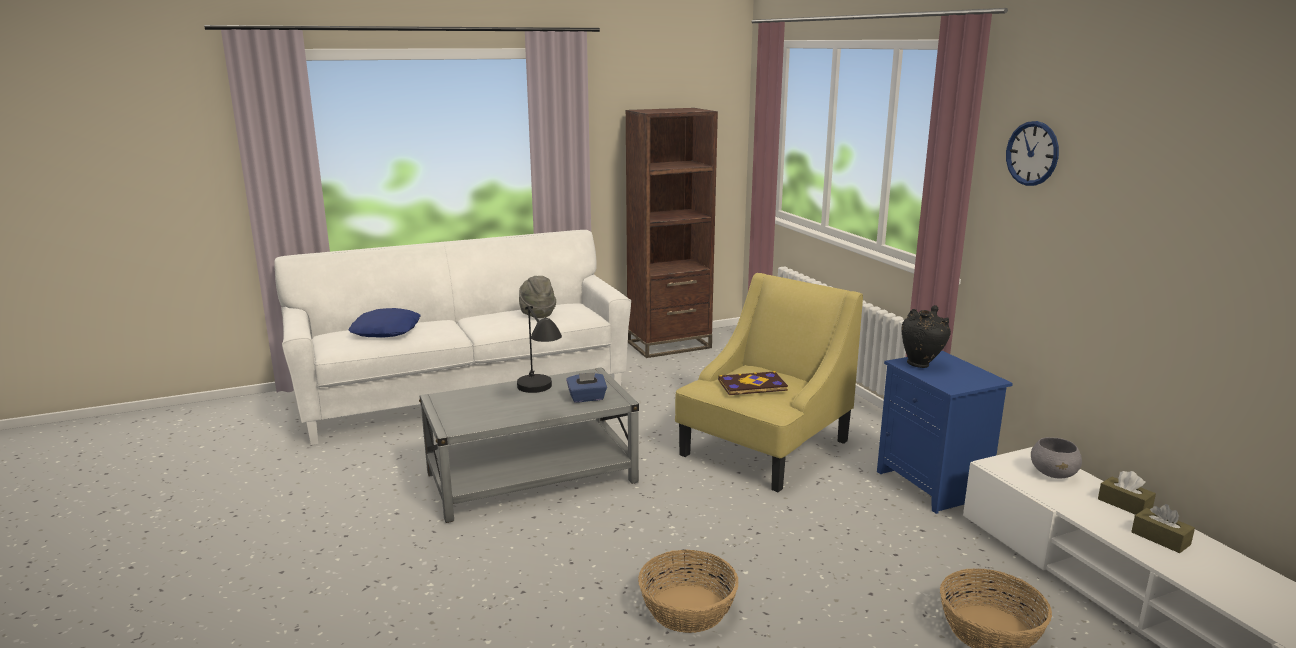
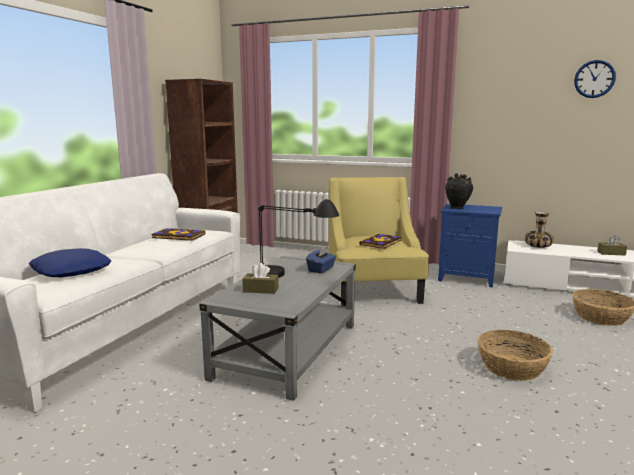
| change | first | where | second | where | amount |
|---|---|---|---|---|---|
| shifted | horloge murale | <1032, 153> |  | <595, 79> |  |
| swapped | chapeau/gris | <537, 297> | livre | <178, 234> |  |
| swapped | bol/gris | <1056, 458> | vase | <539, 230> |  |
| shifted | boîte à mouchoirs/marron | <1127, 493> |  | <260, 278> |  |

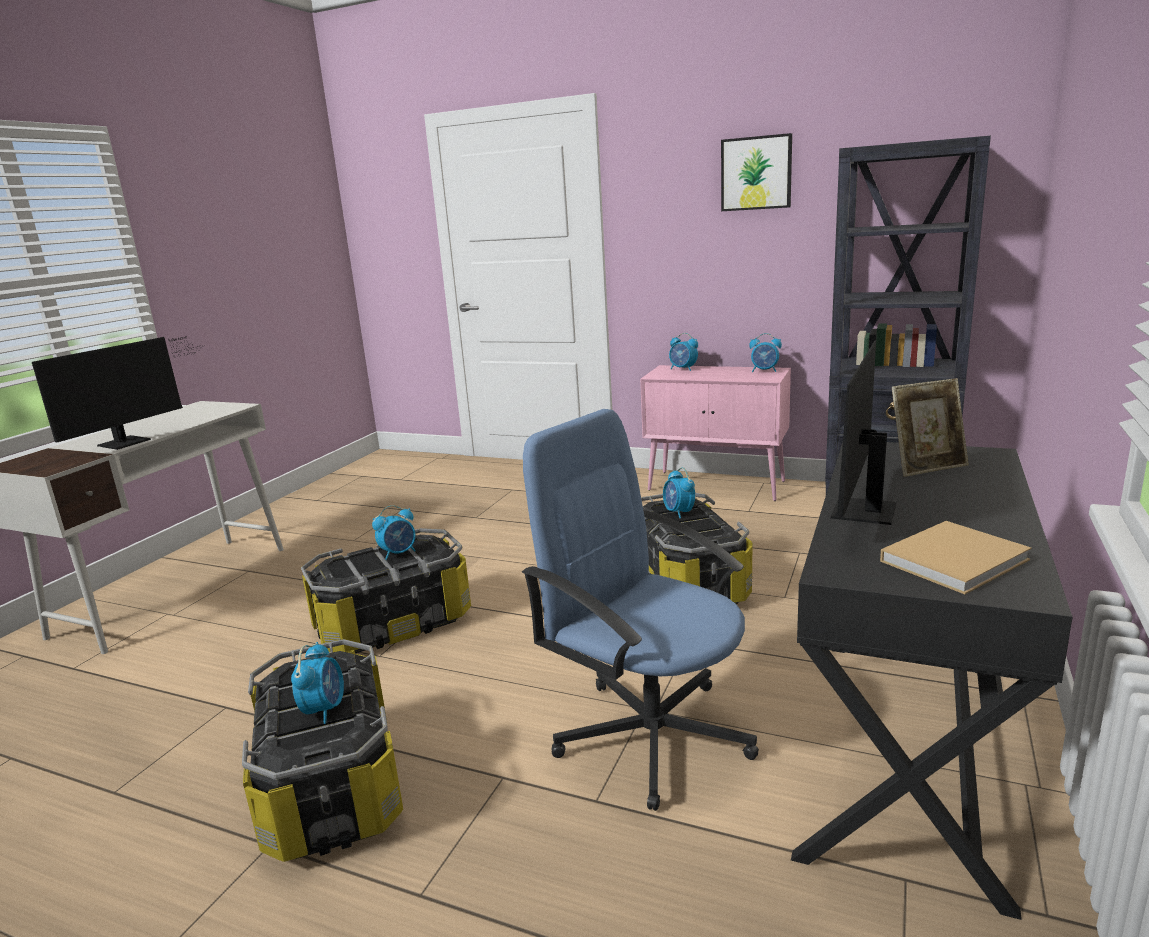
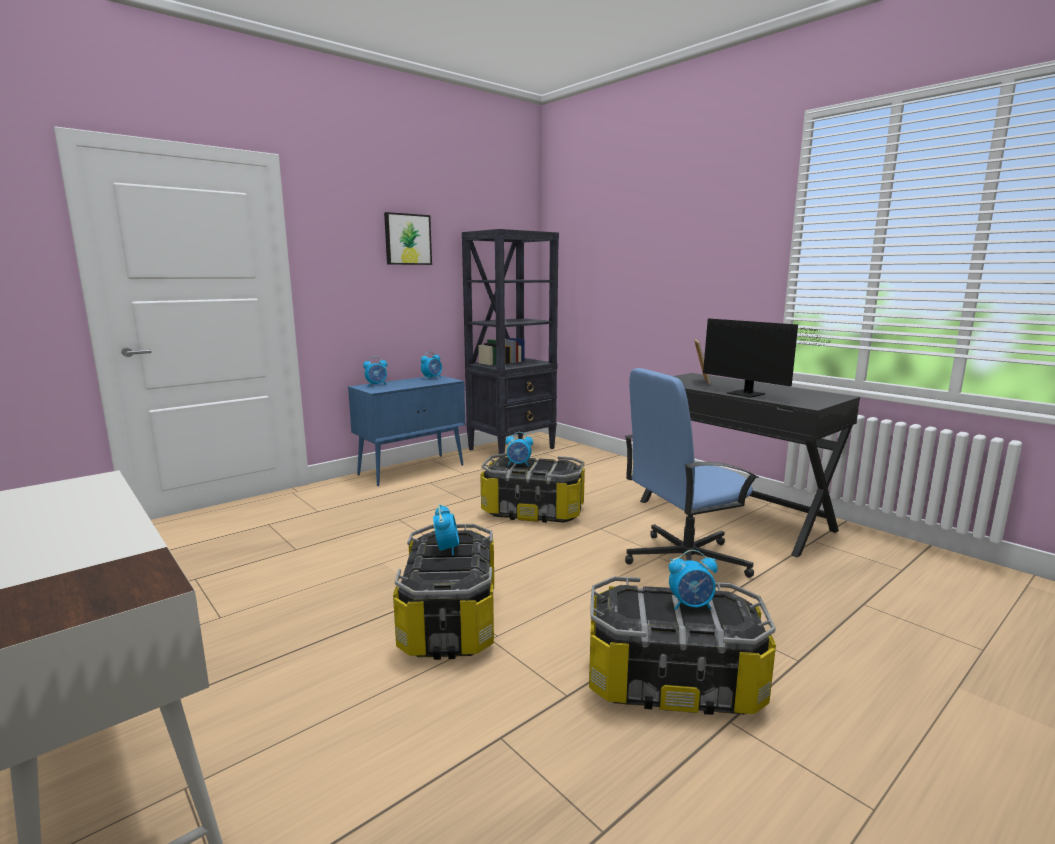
| change | first | where | second | where | amount |
|---|---|---|---|---|---|
| gone | écran d'ordinateur | <118, 393> |  |  |  |
| repainted | meuble de rangement/rose | <715, 433> | meuble de rangement/bleu | <406, 430> |  |
| gone | livre/beige | <956, 557> |  |  |  |
| rotated | réveil | <317, 683> |  | <693, 580> | 150 degrees clockwise |

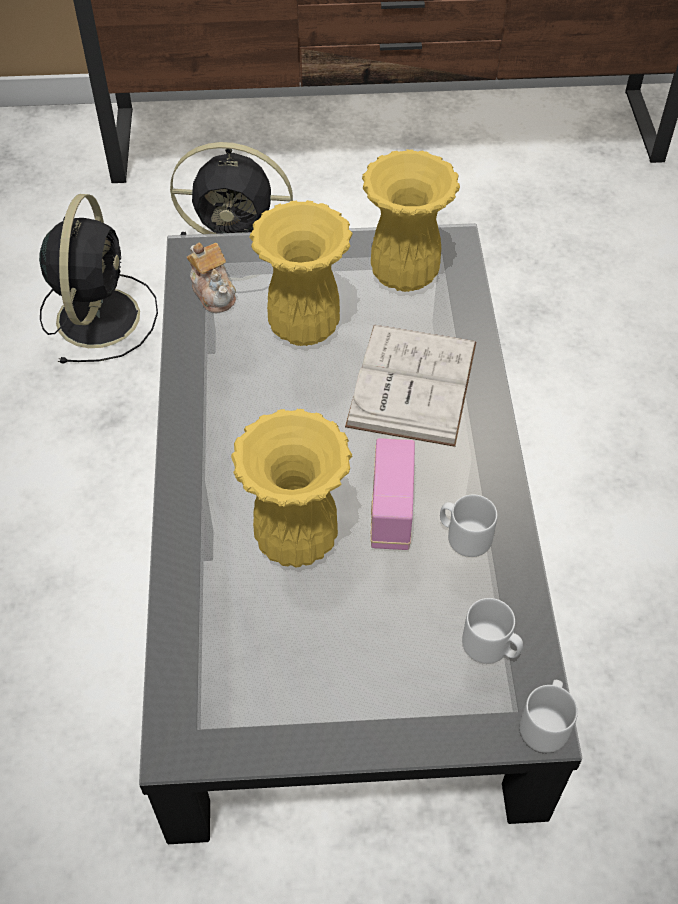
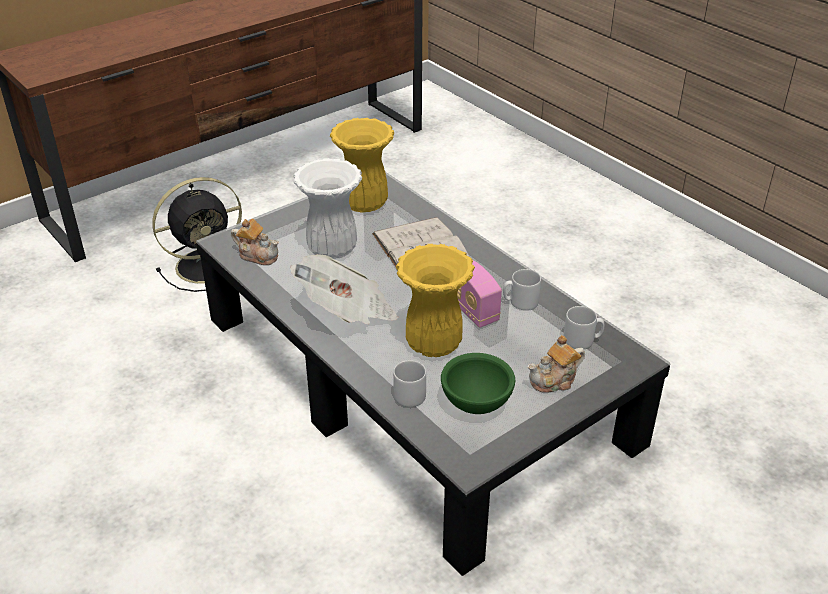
| change | first | where | second | where | amount |
|---|---|---|---|---|---|
| gone | ventilateur/noir | <98, 279> |  |  |  |
| repainted | vase/jaune | <301, 273> | vase/blanc | <327, 208> |  |
| shifted | mug/gris | <549, 716> |  | <409, 383> |  |
| new |  |  | journal | <344, 289> |  |
| new |  |  | théière | <556, 363> |  |
| new |  |  | bol/vert | <478, 383> |  |

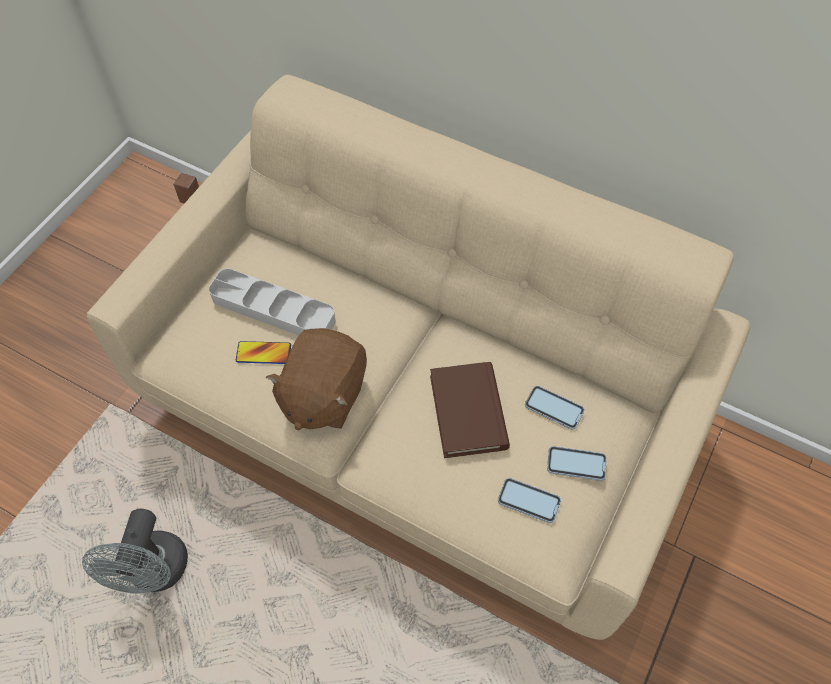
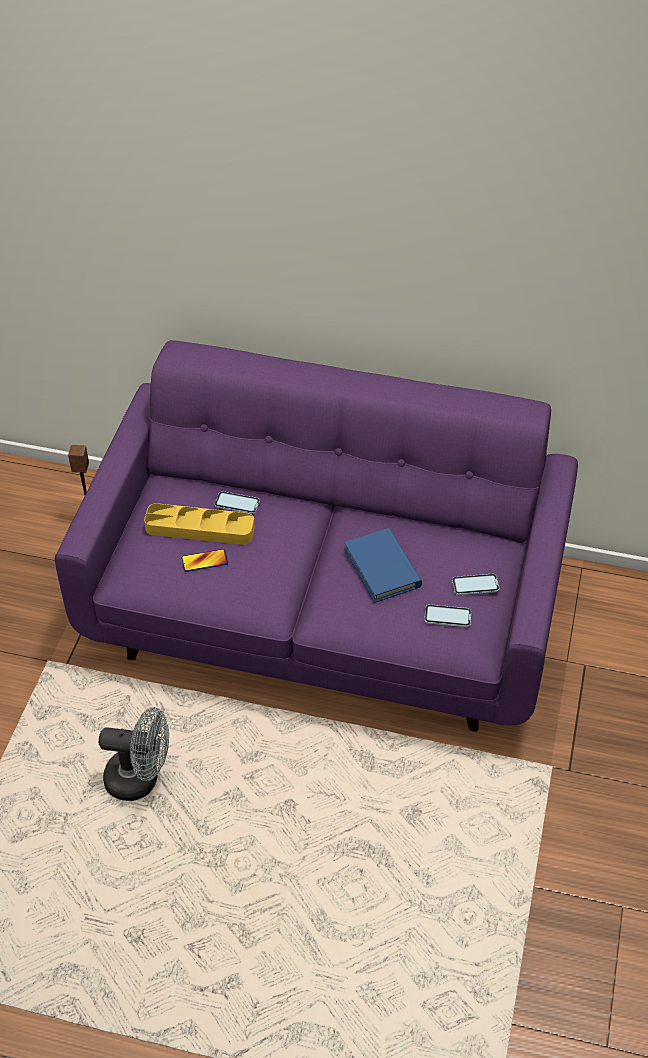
| change | first | where | second | where | amount |
|---|---|---|---|---|---|
| repainted | canapé/beige | <418, 357> | canapé/violet | <316, 536> |  |
| repainted | plateau/gris | <272, 302> | plateau/jaune | <199, 524> |  |
| gone | peluche/marron | <316, 379> |  |  |  |
| repainted | livre/marron | <470, 410> | livre/bleu | <383, 565> |  |
| shifted | téléphone | <554, 408> |  | <237, 502> |  |
| rotated | ventilateur/gris | <135, 551> |  | <134, 754> | 75 degrees counterclockwise |

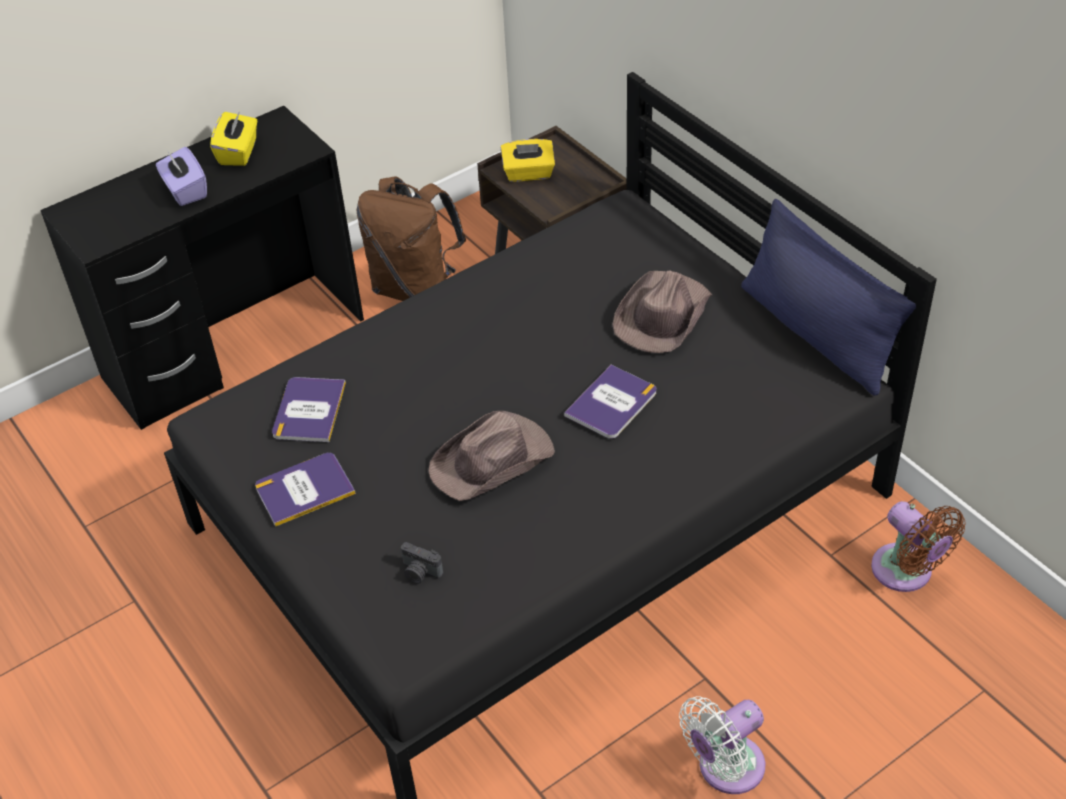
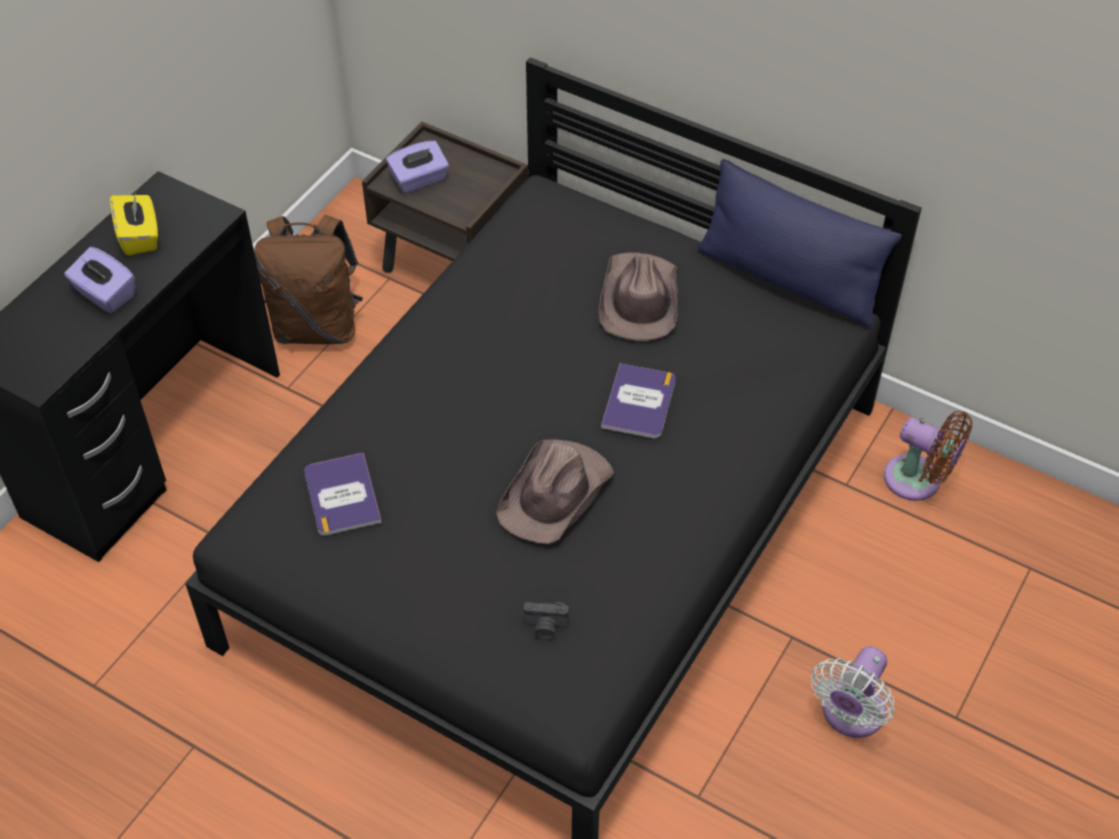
| change | first | where | second | where | amount |
|---|---|---|---|---|---|
| repainted | boîte à mouchoirs/jaune | <528, 160> | boîte à mouchoirs/violet | <417, 167> |  |
| gone | livre | <305, 490> |  |  |  |

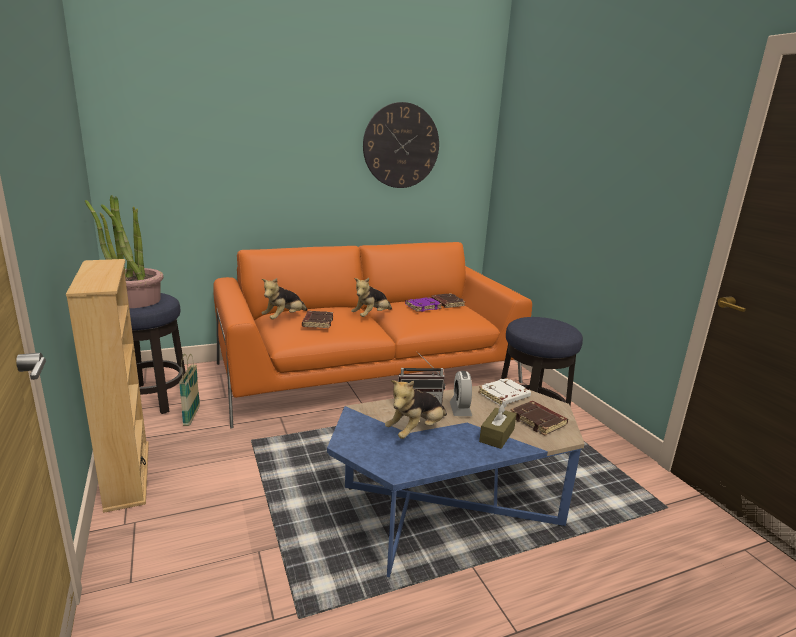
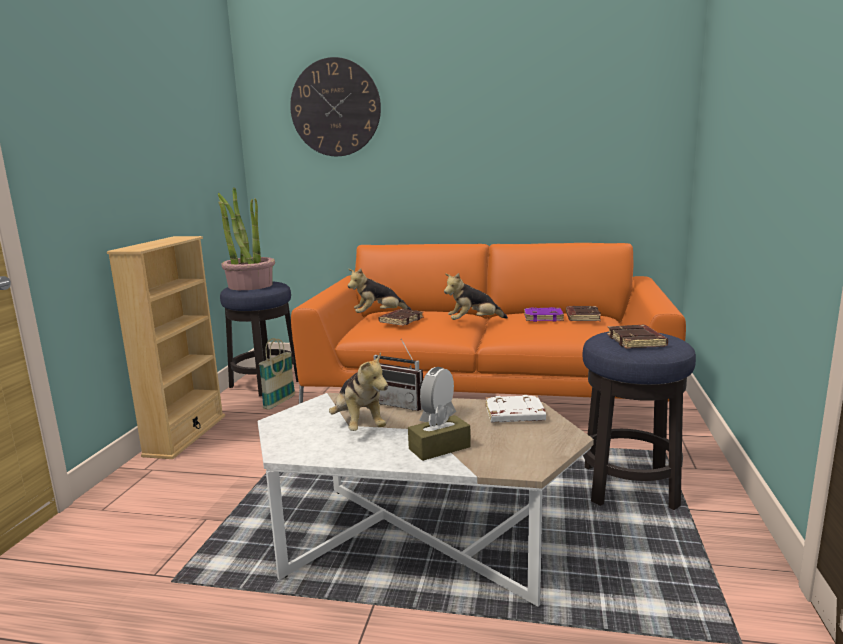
| change | first | where | second | where | amount |
|---|---|---|---|---|---|
| shifted | horloge murale | <401, 145> |  | <335, 106> |  |
| rotated | peluche | <416, 409> |  | <358, 391> | 105 degrees counterclockwise |
| repainted | table basse/bleu | <456, 481> | table basse/blanc | <426, 500> |  |
| shifted | livre/marron | <539, 418> |  | <637, 337> |  |

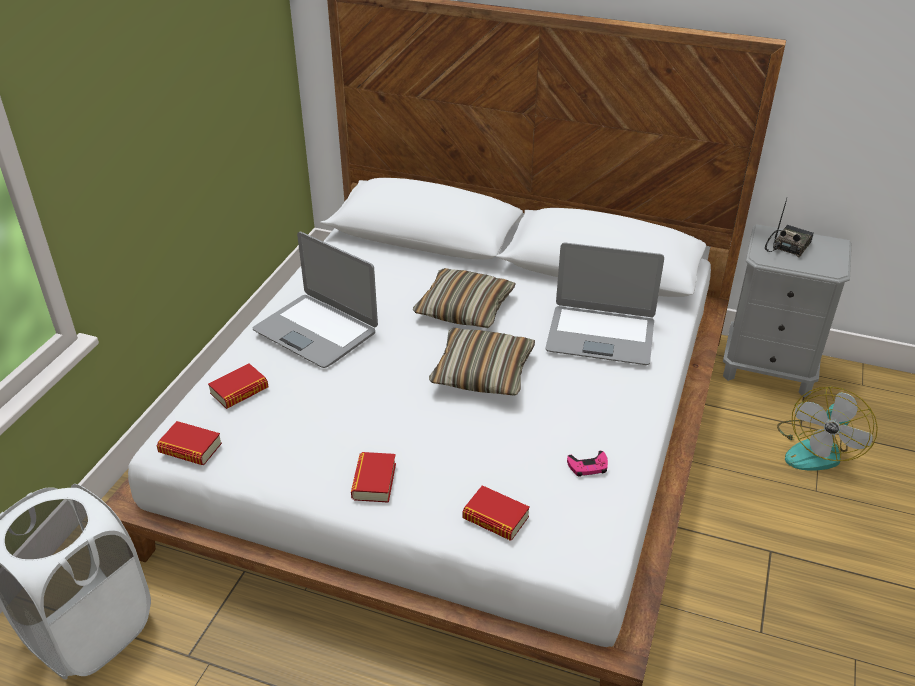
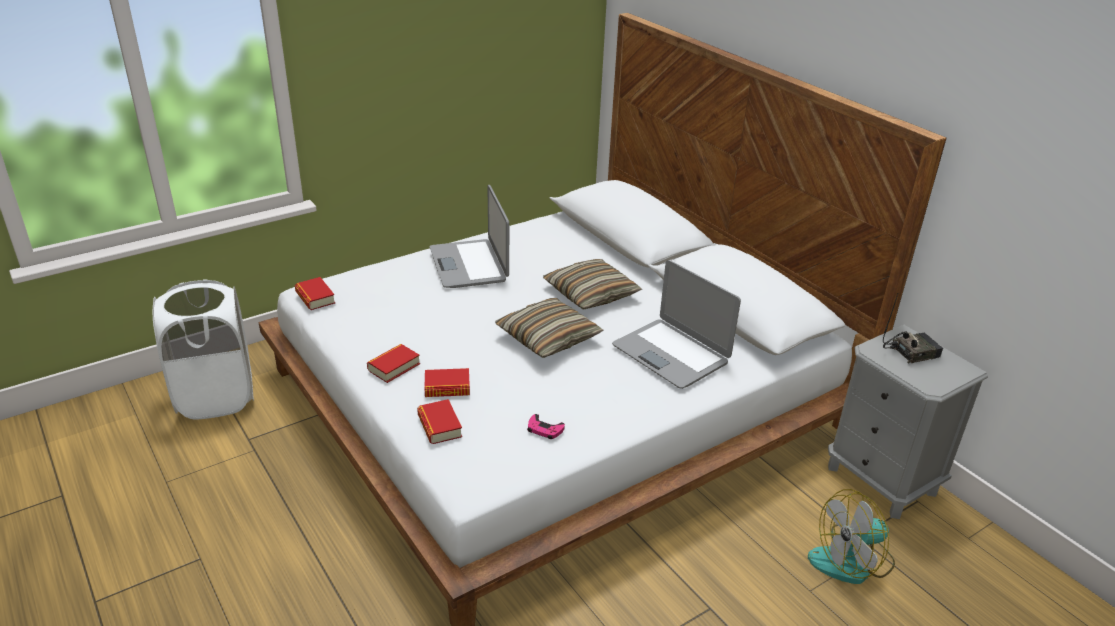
| change | first | where | second | where | amount |
|---|---|---|---|---|---|
| shifted | livre | <238, 386> |  | <447, 382> |  |

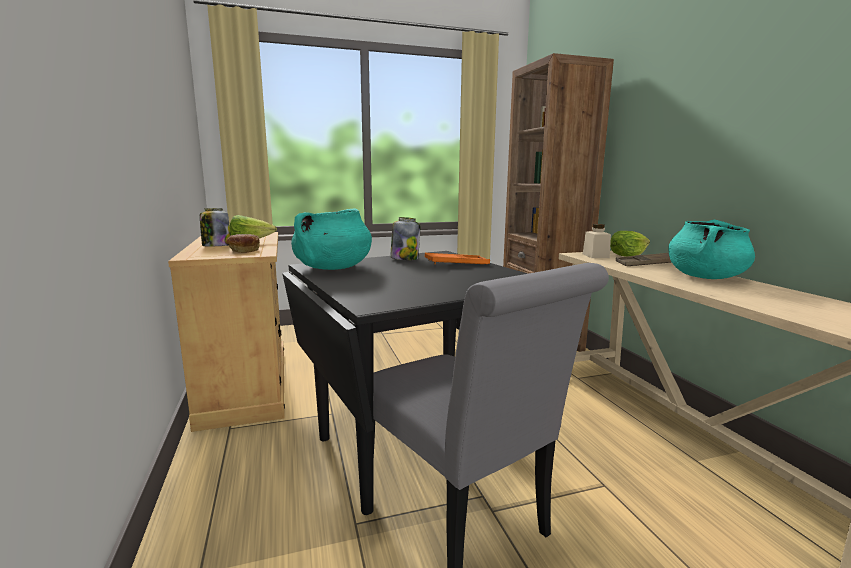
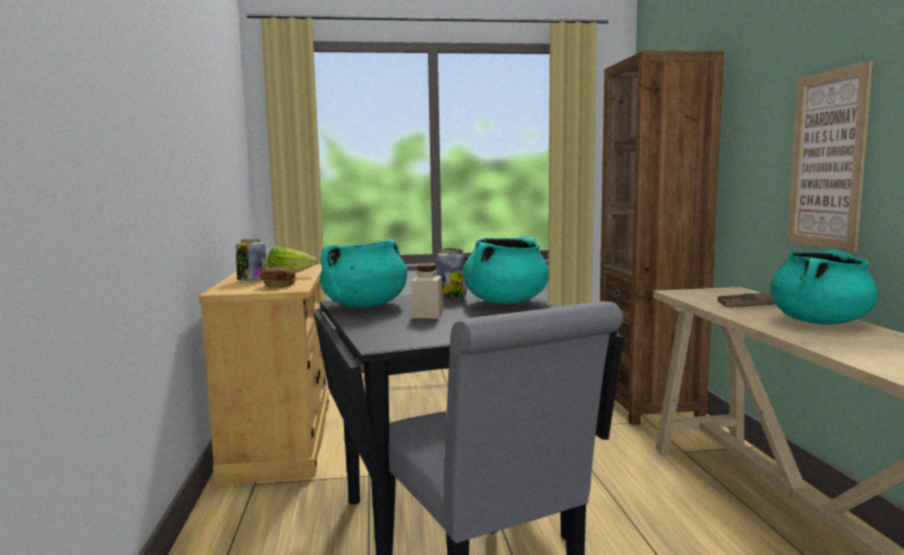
| change | first | where | second | where | amount |
|---|---|---|---|---|---|
| shifted | bocal/beige | <597, 241> |  | <427, 291> |  |
| gone | laitue | <630, 243> |  |  |  |
| swapped | plateau/orange | <457, 258> | marmite/turquoise | <506, 270> |  |
| new |  |  | tableau | <830, 156> |  |

